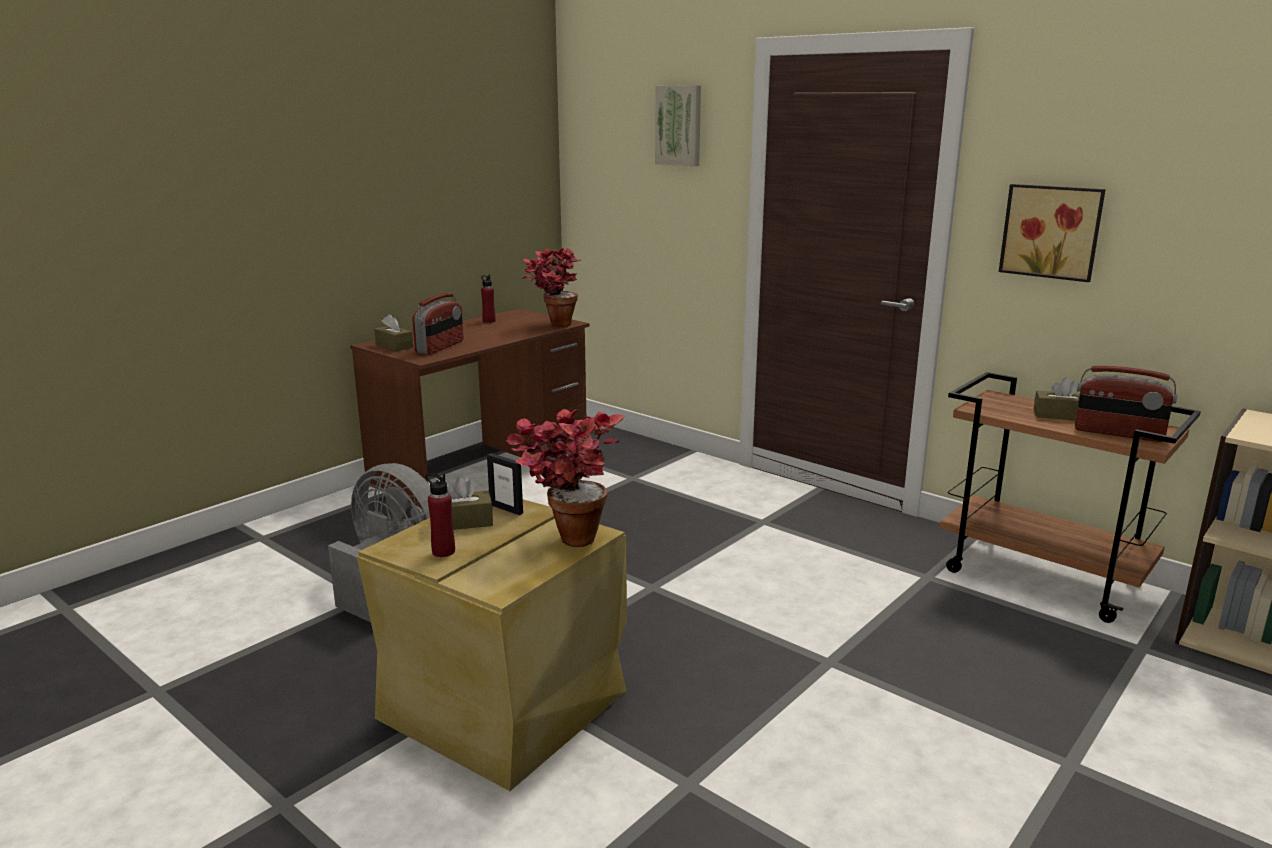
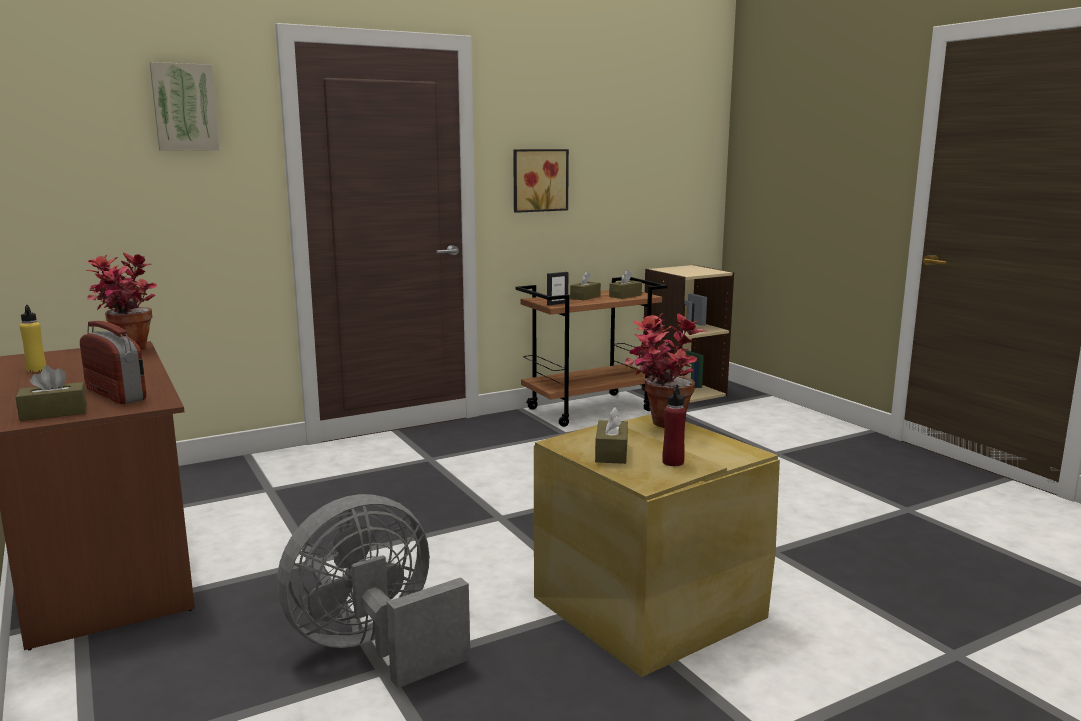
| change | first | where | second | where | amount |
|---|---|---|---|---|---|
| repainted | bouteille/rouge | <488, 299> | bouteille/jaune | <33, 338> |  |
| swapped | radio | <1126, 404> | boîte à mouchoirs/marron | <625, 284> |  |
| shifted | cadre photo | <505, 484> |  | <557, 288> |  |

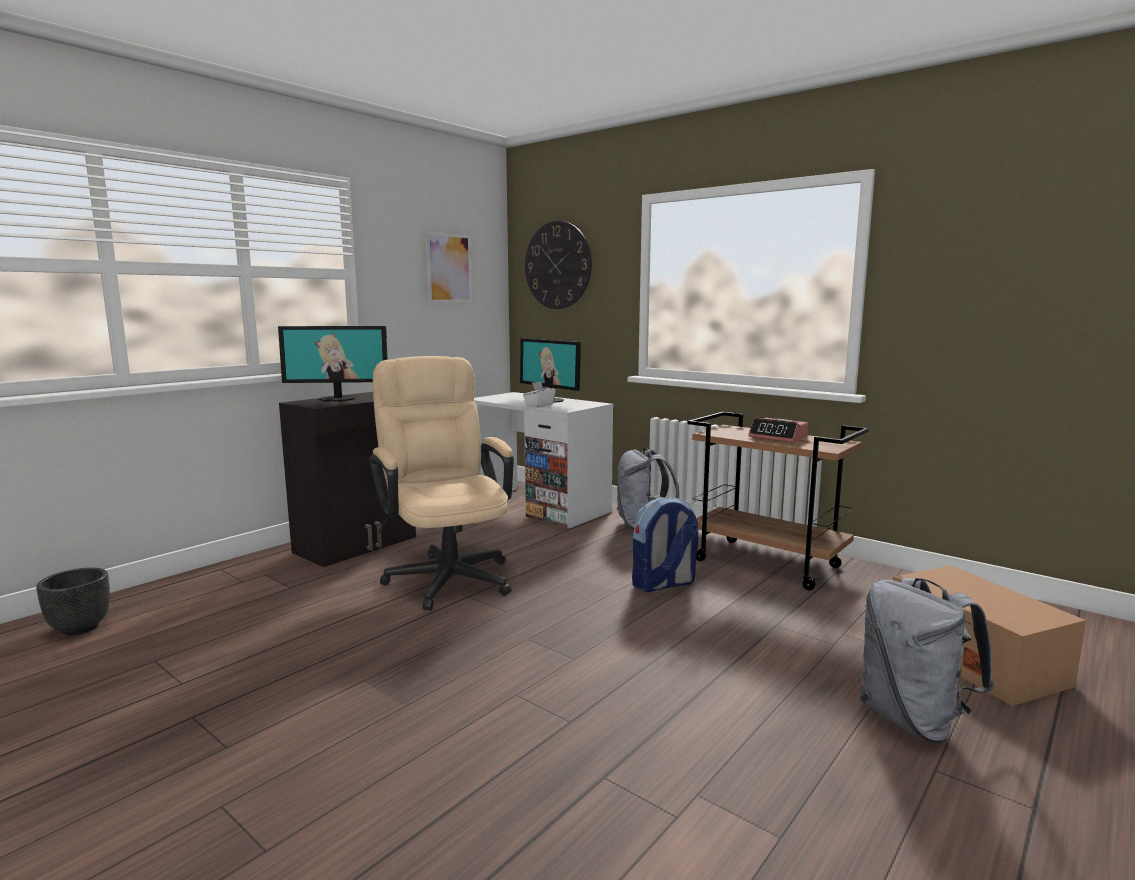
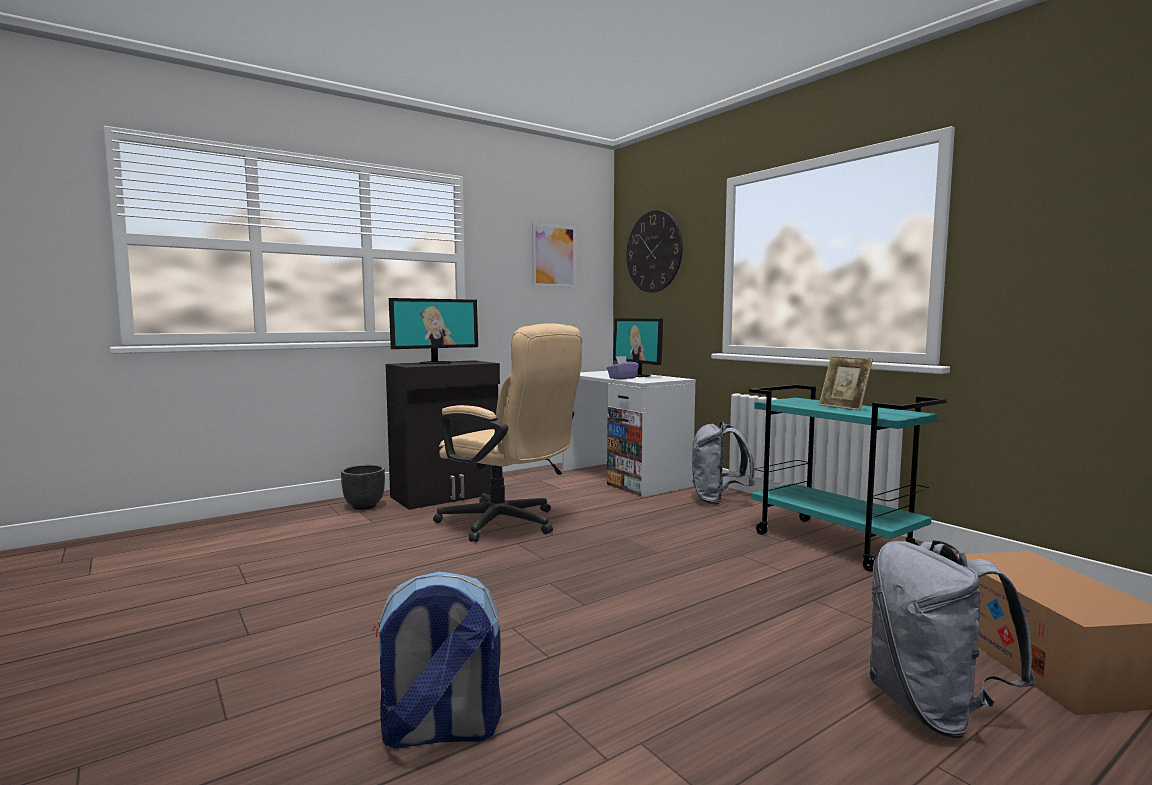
| change | first | where | second | where | amount |
|---|---|---|---|---|---|
| rotated | écran d'ordinateur | <333, 364> |  | <433, 331> | 45 degrees counterclockwise |
| rotated | chaise de bureau/beige | <442, 483> |  | <507, 432> | 135 degrees clockwise |
| repainted | boîte à mouchoirs/blanc | <539, 394> | boîte à mouchoirs/violet | <623, 367> |  |
| repainted | chariot/marron | <778, 501> | chariot/turquoise | <848, 478> |  |
| swapped | réveil | <778, 430> | cadre photo | <846, 383> |  |
| shifted | sac à dos | <665, 544> |  | <436, 660> |  |
| shifted | cache-pot/noir | <73, 601> |  | <363, 487> |  |

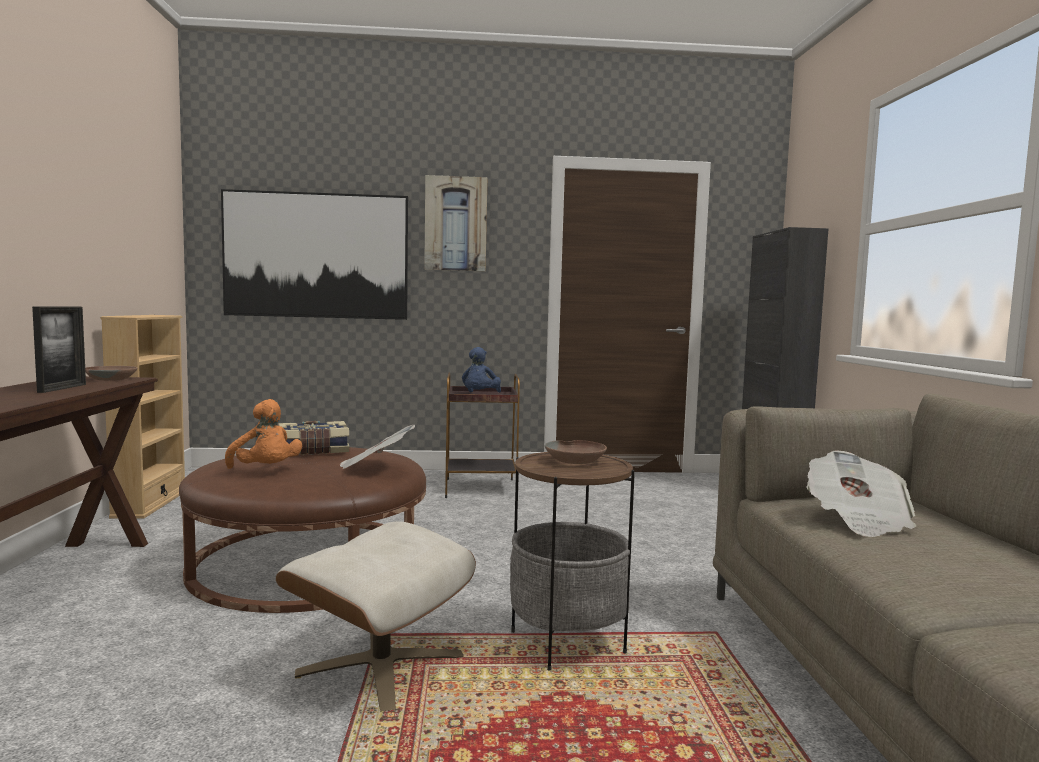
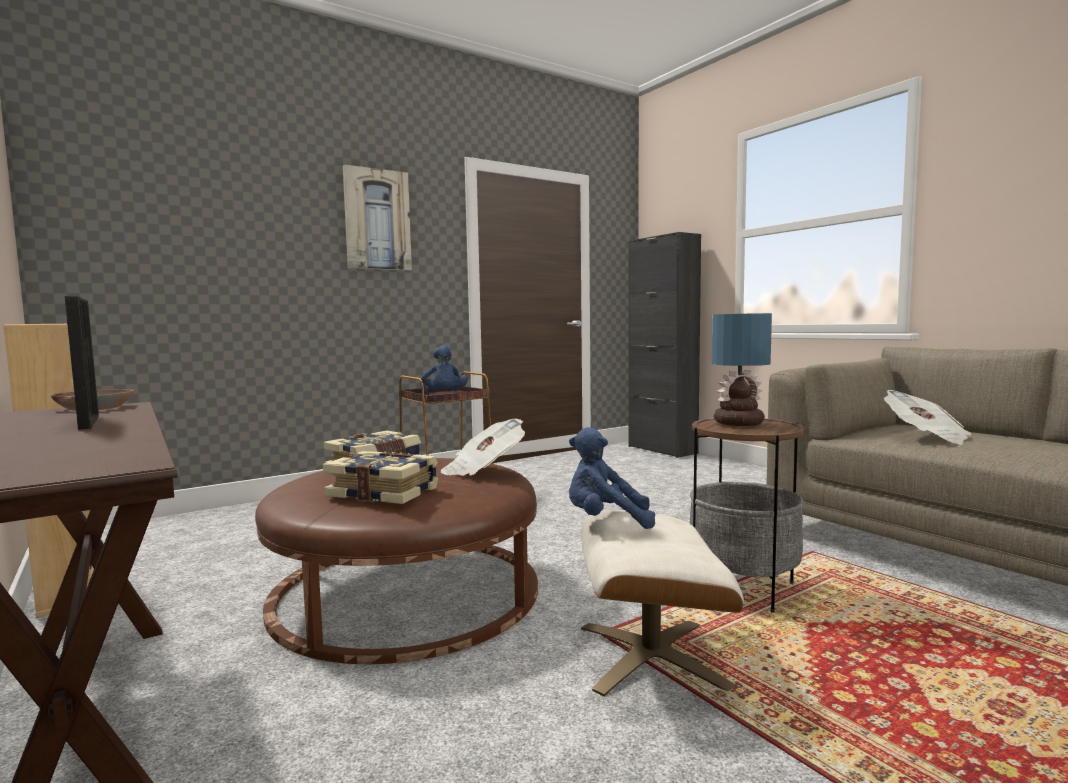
| change | first | where | second | where | amount |
|---|---|---|---|---|---|
| gone | tableau | <314, 254> |  |  |  |
| swapped | peluche/orange | <263, 434> | livre | <380, 477> |  |
| swapped | bol/marron | <576, 452> | lampe de table | <742, 369> |  |
| new |  |  | peluche/bleu | <612, 478> |  |

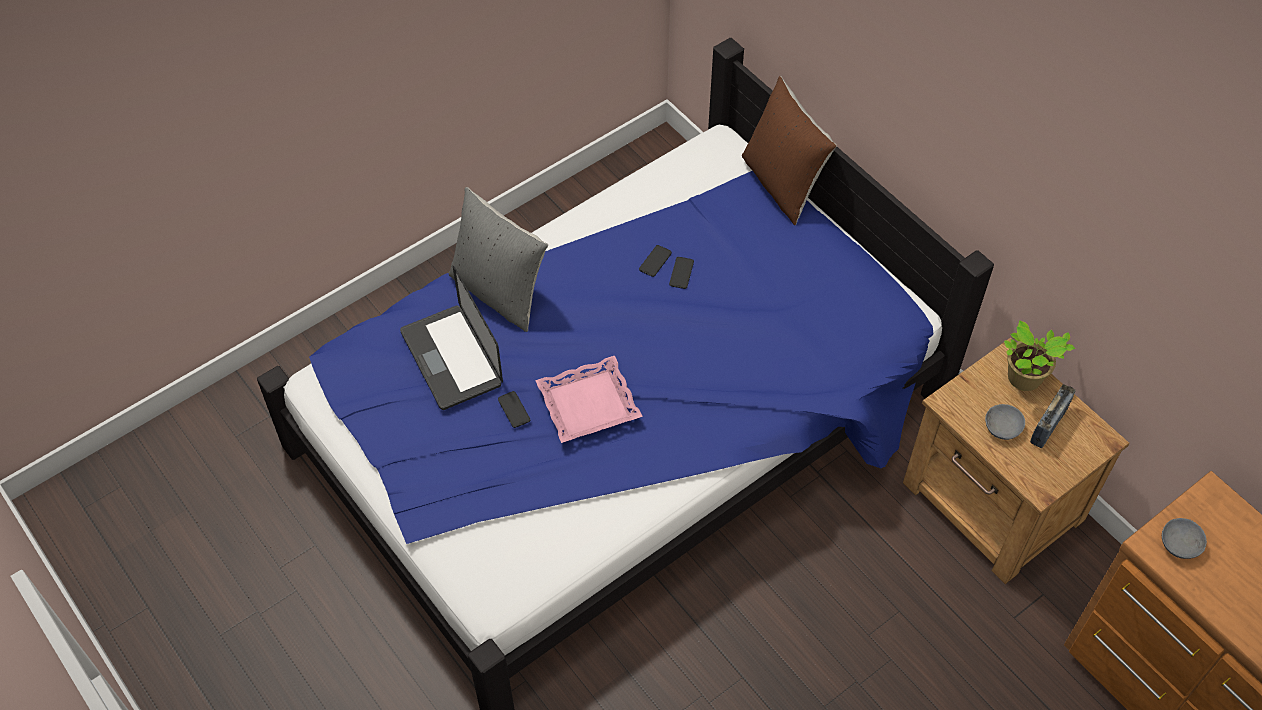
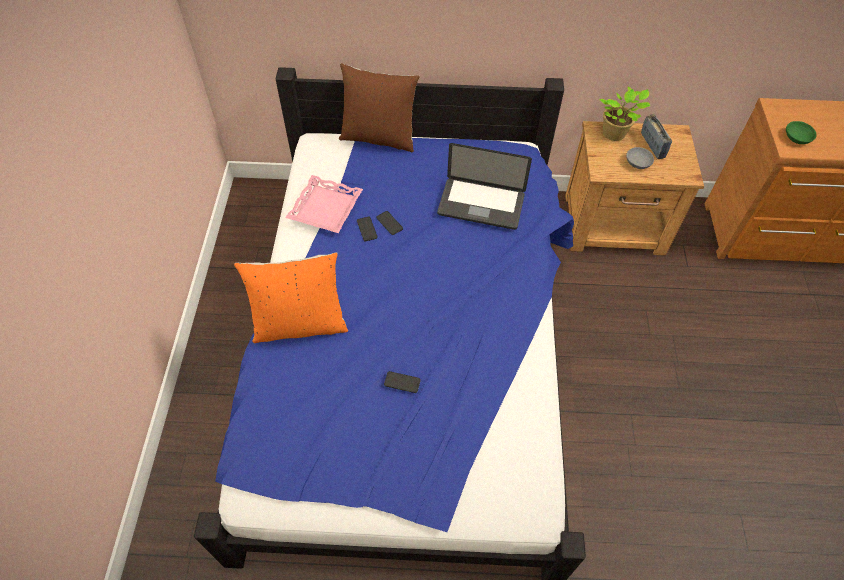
| change | first | where | second | where | amount |
|---|---|---|---|---|---|
| repainted | coussin/gris | <498, 259> | coussin/orange | <291, 297> |  |
| shifted | ordinateur portable | <451, 338> |  | <484, 186> |  |
| shifted | plateau/rose | <589, 399> |  | <324, 204> |  |
| repainted | bol/gris | <1184, 538> | bol/vert | <801, 132> |  |

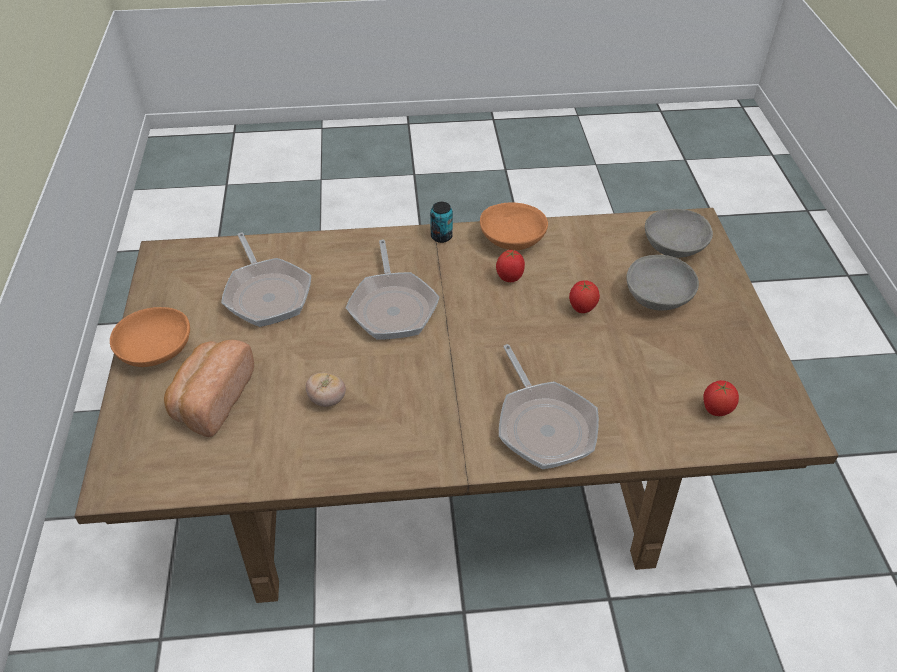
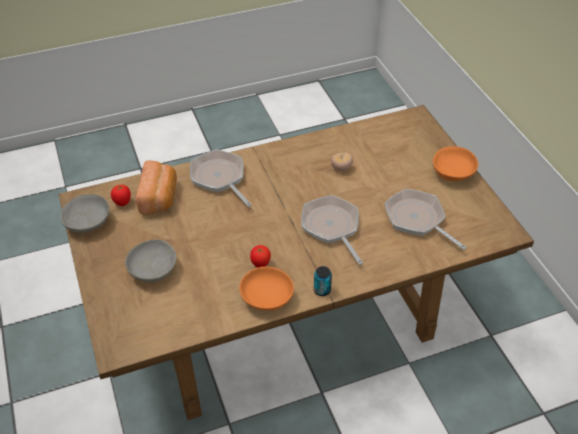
| change | first | where | second | where | amount |
|---|---|---|---|---|---|
| shifted | bol/gris | <679, 233> |  | <84, 213> |  |
| gone | tomate | <584, 296> |  |  |  |
| shifted | pain | <209, 388> |  | <156, 188> |  |

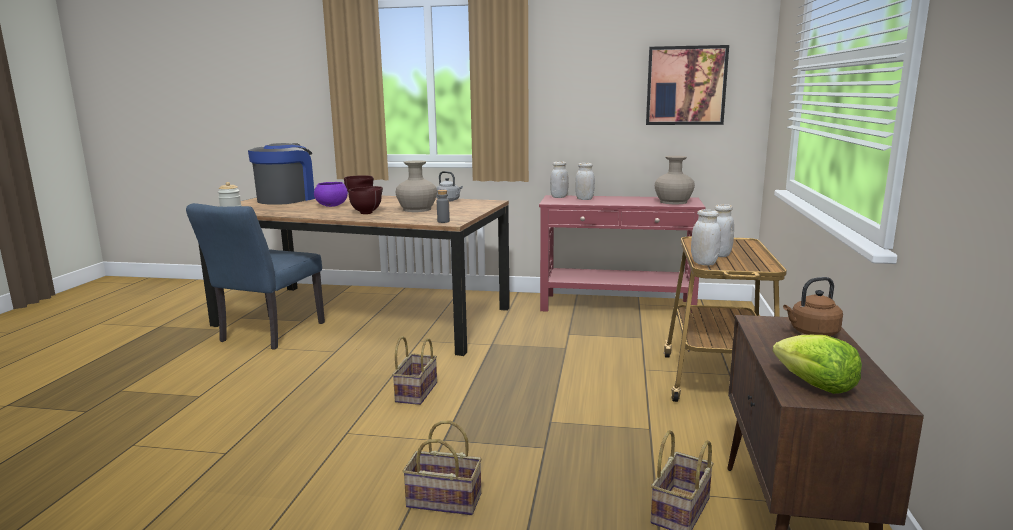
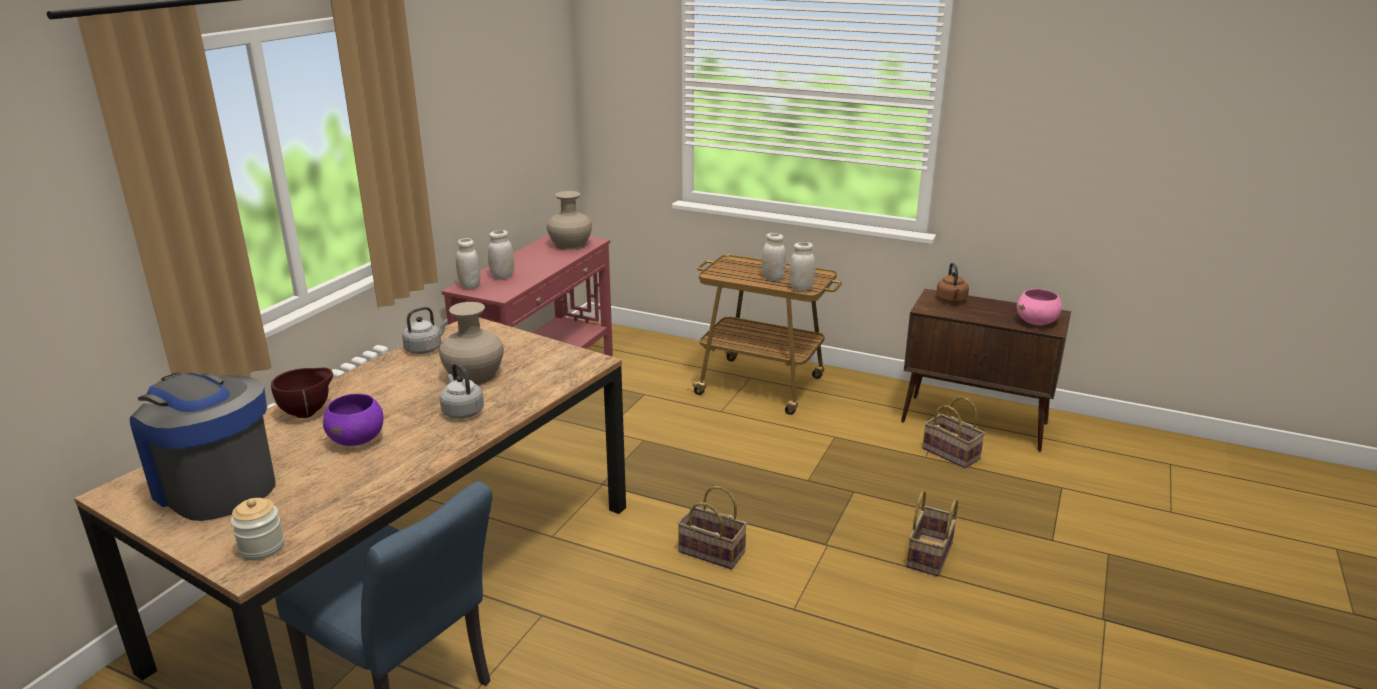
| change | first | where | second | where | amount |
|---|---|---|---|---|---|
| gone | tableau | <687, 85> |  |  |  |
| swapped | bol/marron | <365, 200> | bouilloire/gris | <462, 391> |  |
| gone | bouteille/gris | <443, 206> |  |  |  |
| swapped | laitue | <817, 364> | bol/rose | <1039, 307> |  |

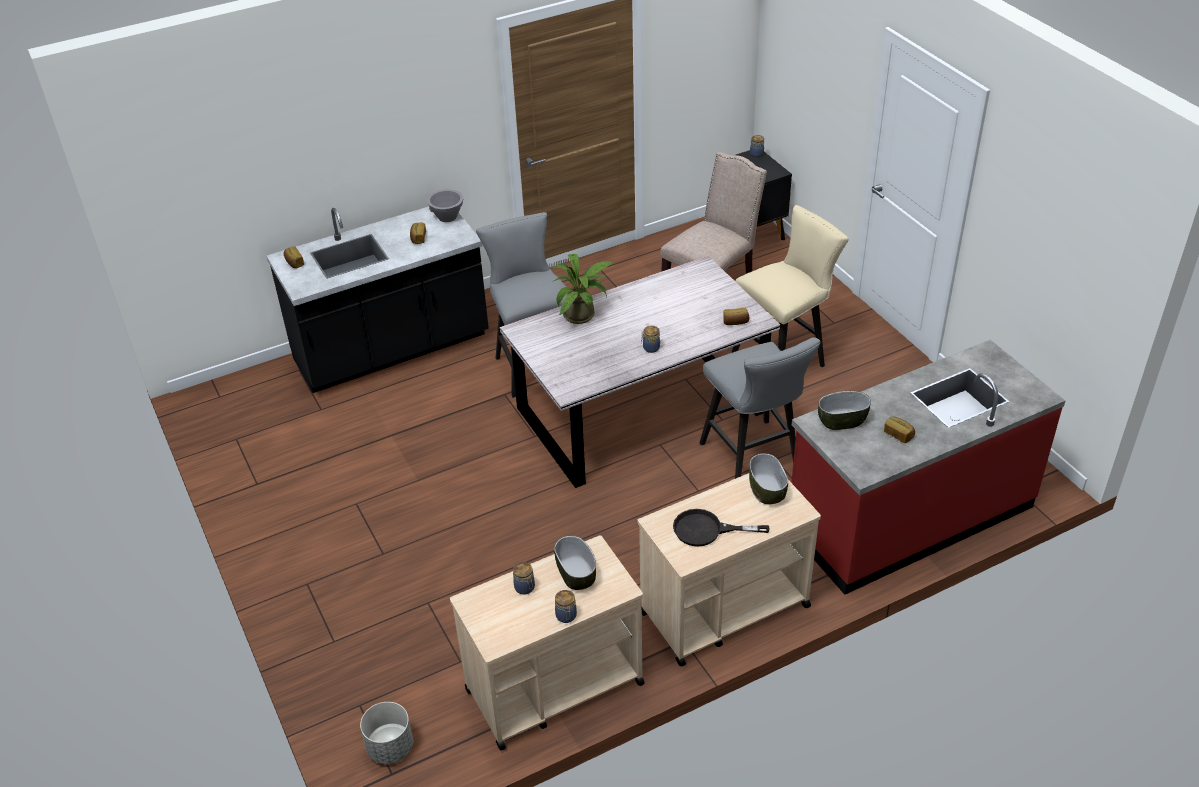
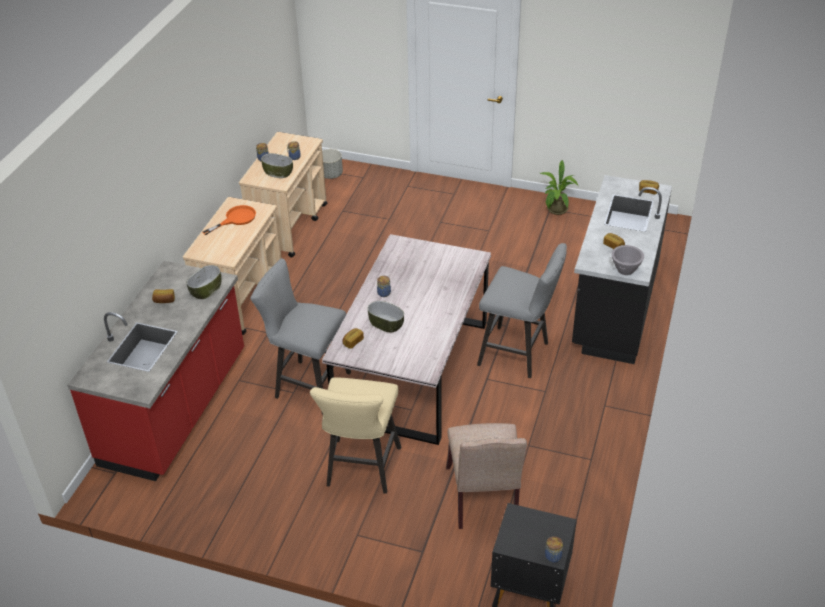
| change | first | where | second | where | amount |
|---|---|---|---|---|---|
| shifted | plante en pot | <583, 289> |  | <559, 187> |  |
| shifted | bol | <768, 478> |  | <386, 316> |  |
| repainted | poêle/noir | <721, 528> | poêle/orange | <229, 220> |  |

